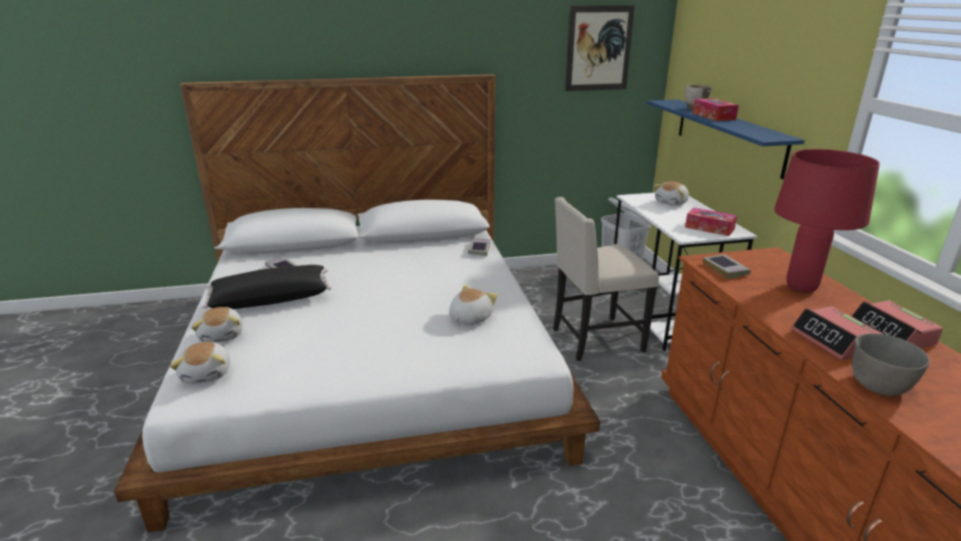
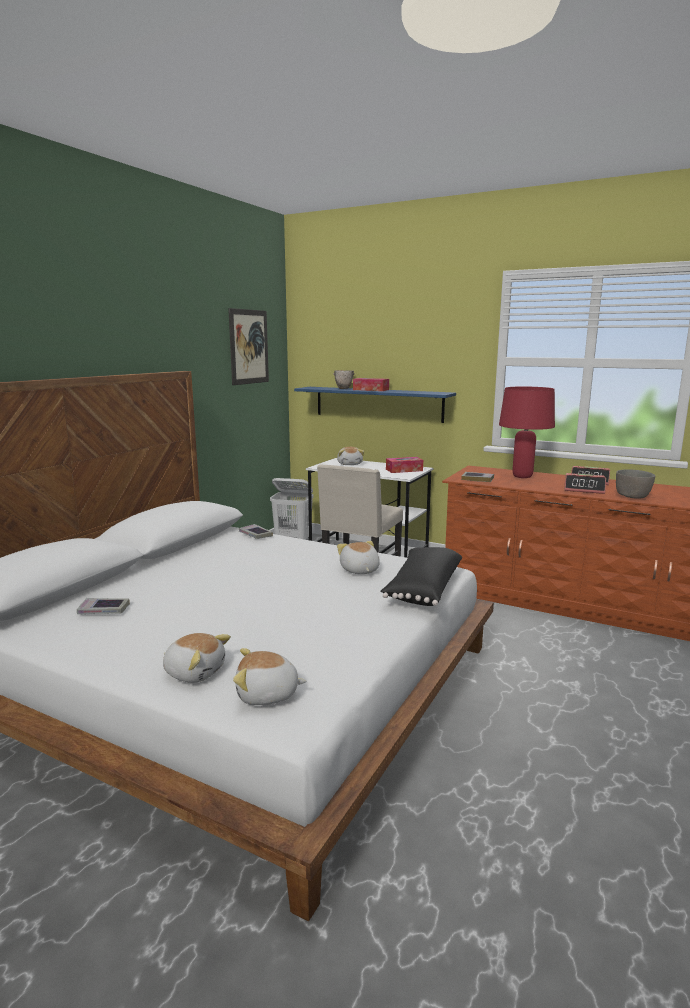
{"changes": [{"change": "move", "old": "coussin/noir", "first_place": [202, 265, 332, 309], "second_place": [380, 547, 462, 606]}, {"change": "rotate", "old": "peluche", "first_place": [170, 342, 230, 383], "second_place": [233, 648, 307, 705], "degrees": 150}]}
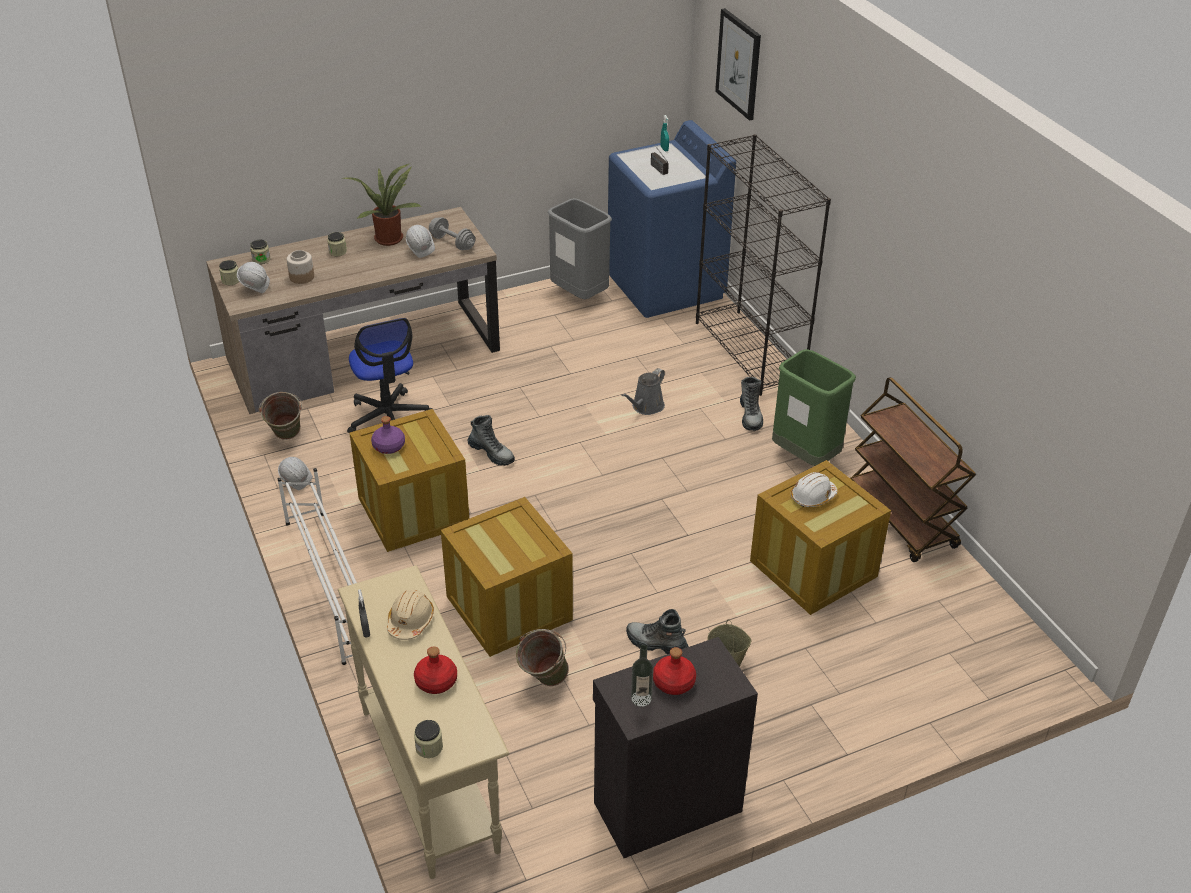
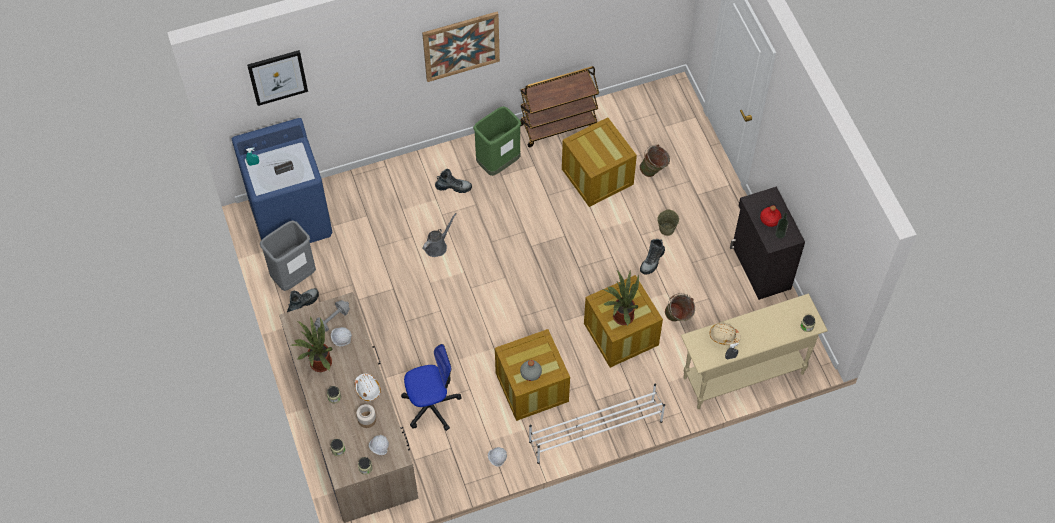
{"changes": [{"change": "delete", "old": "bouteille/rouge", "first_place": [414, 647, 457, 694]}, {"change": "delete", "old": "bibliothèque/noir", "first_place": [696, 134, 831, 396]}, {"change": "insert", "new": "tableau", "second_place": [422, 11, 500, 82]}, {"change": "insert", "new": "plante en pot", "second_place": [603, 270, 639, 326]}, {"change": "move", "old": "seau/vert", "first_place": [259, 392, 302, 440], "second_place": [639, 144, 670, 177]}, {"change": "move", "old": "botte", "first_place": [468, 415, 515, 466], "second_place": [287, 288, 319, 312]}, {"change": "move", "old": "casque de chantier/blanc", "first_place": [791, 472, 837, 507], "second_place": [355, 374, 381, 402]}, {"change": "recolor", "old": "bouteille/violet", "new": "bouteille/gris", "first_place": [371, 416, 405, 454], "second_place": [520, 360, 542, 381]}, {"change": "rotate", "old": "arrosoir/gris", "first_place": [621, 368, 665, 415], "second_place": [422, 213, 457, 257], "degrees": -90}]}
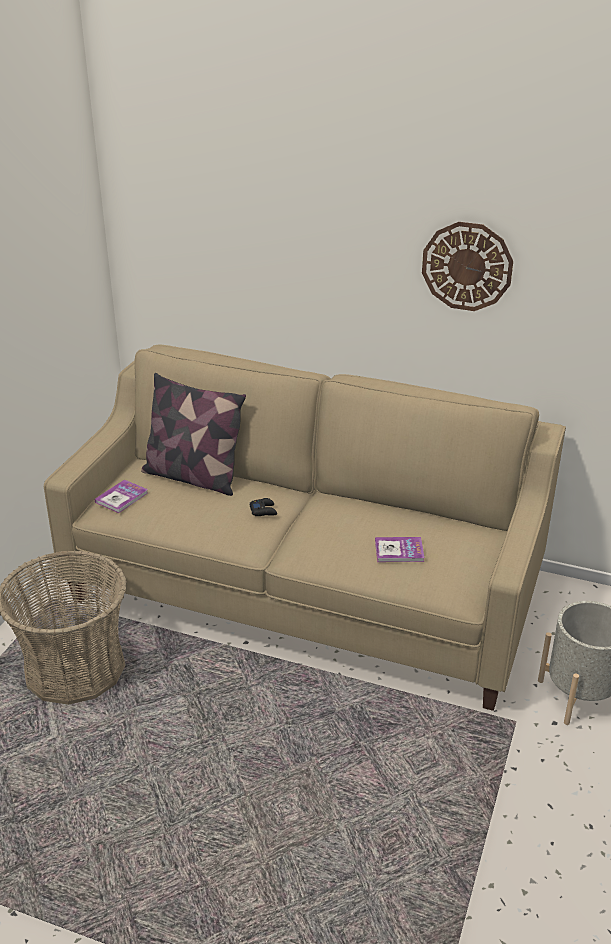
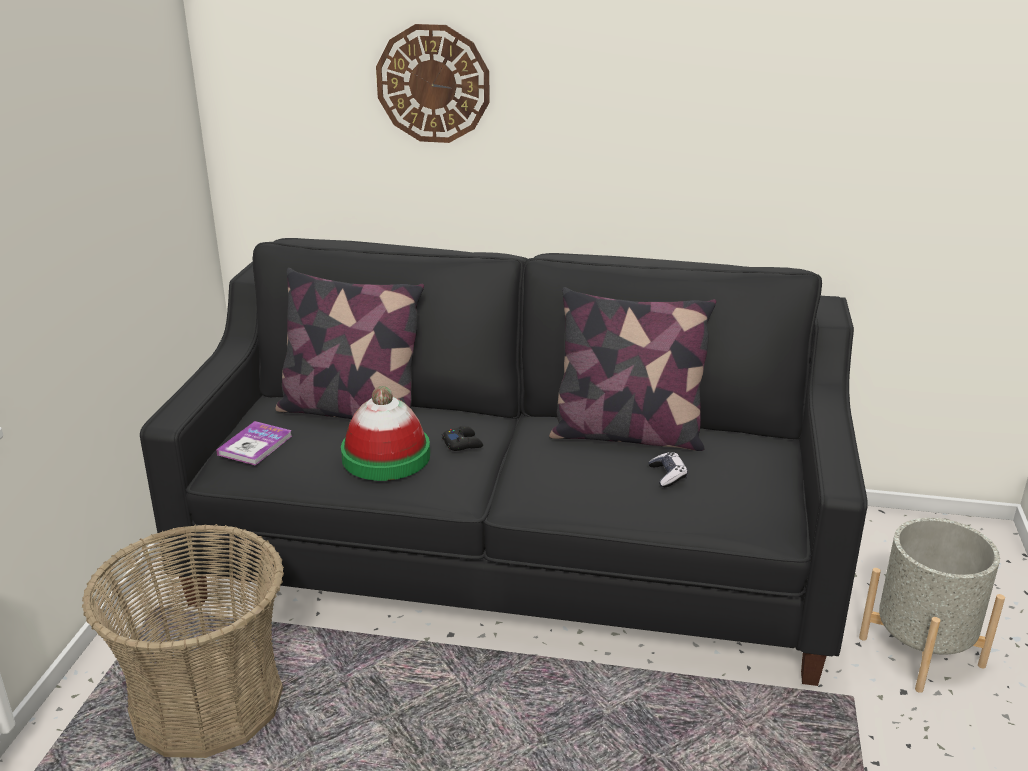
{"changes": [{"change": "insert", "new": "chapeau", "second_place": [341, 386, 430, 481]}, {"change": "insert", "new": "coussin", "second_place": [549, 287, 716, 451]}, {"change": "move", "old": "horloge murale", "first_place": [422, 222, 513, 311], "second_place": [376, 24, 490, 143]}, {"change": "replace", "old": "livre", "new": "manette", "first_place": [375, 537, 425, 562], "second_place": [648, 452, 688, 487]}, {"change": "recolor", "old": "canapé/beige", "new": "canapé/noir", "first_place": [44, 345, 566, 711], "second_place": [140, 238, 868, 686]}]}
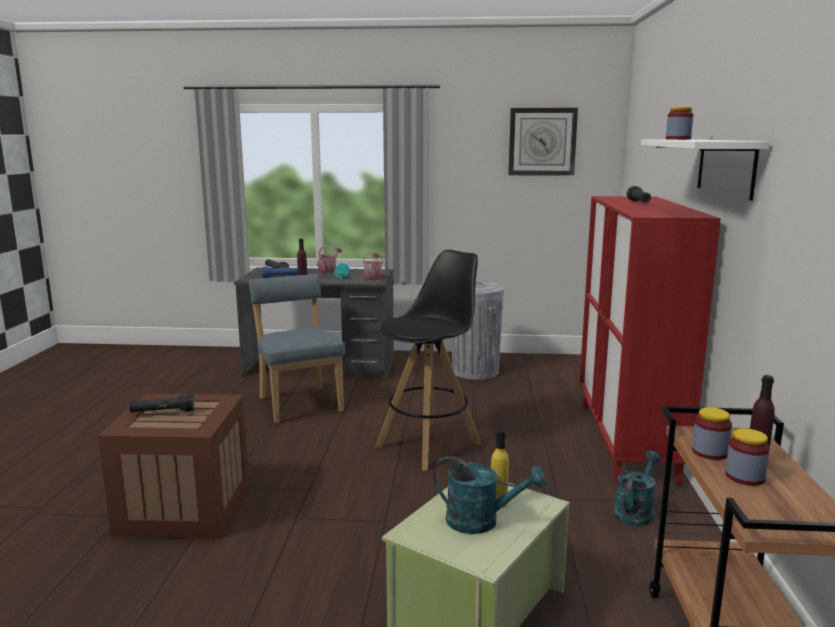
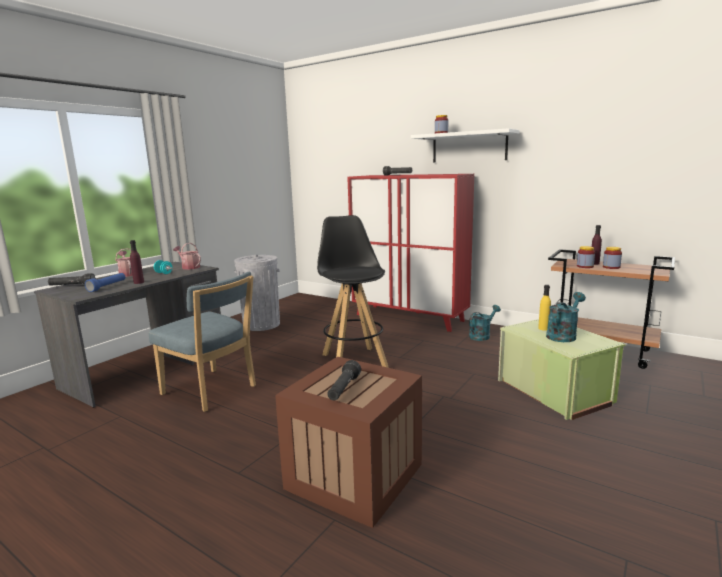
{"changes": [{"change": "delete", "old": "horloge murale", "first_place": [508, 108, 578, 176]}, {"change": "rotate", "old": "chaise/bleu", "first_place": [249, 274, 345, 424], "second_place": [149, 272, 256, 412], "degrees": -150}, {"change": "rotate", "old": "arrosoir/turquoise", "first_place": [614, 451, 661, 527], "second_place": [469, 305, 501, 341], "degrees": 75}]}
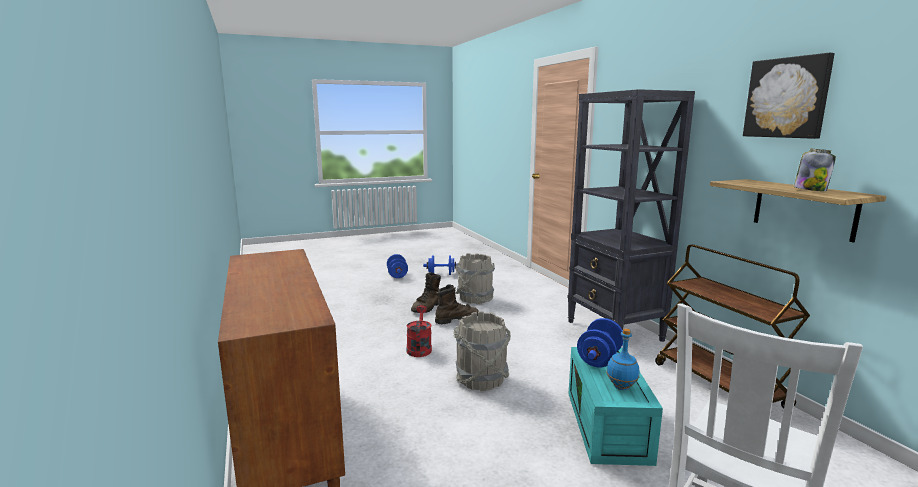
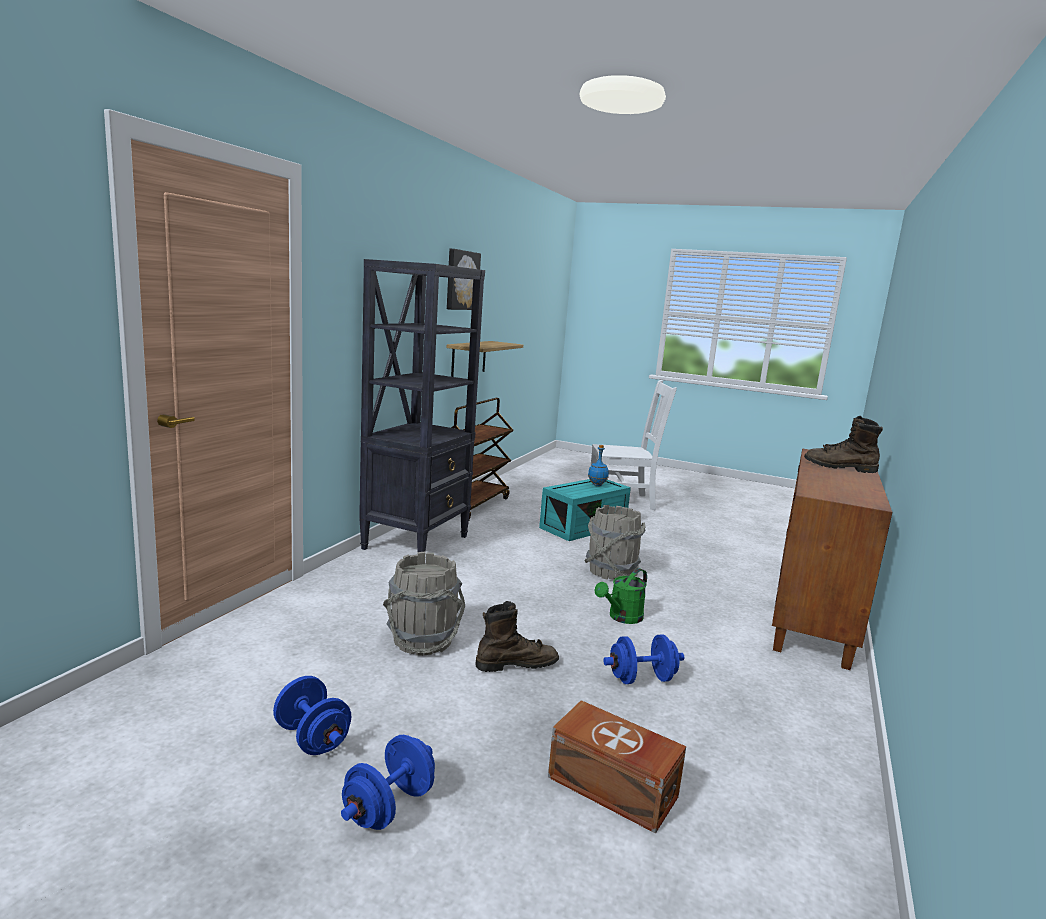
{"changes": [{"change": "delete", "old": "bocal", "first_place": [794, 149, 836, 191]}, {"change": "insert", "new": "boîte de rangement/marron", "second_place": [548, 700, 686, 834]}, {"change": "move", "old": "botte/marron", "first_place": [435, 285, 478, 324], "second_place": [804, 416, 883, 473]}, {"change": "move", "old": "haltère/bleu", "first_place": [577, 318, 623, 367], "second_place": [604, 635, 684, 684]}, {"change": "recolor", "old": "arrosoir/rouge", "new": "arrosoir/vert", "first_place": [406, 305, 432, 357], "second_place": [595, 568, 647, 624]}]}
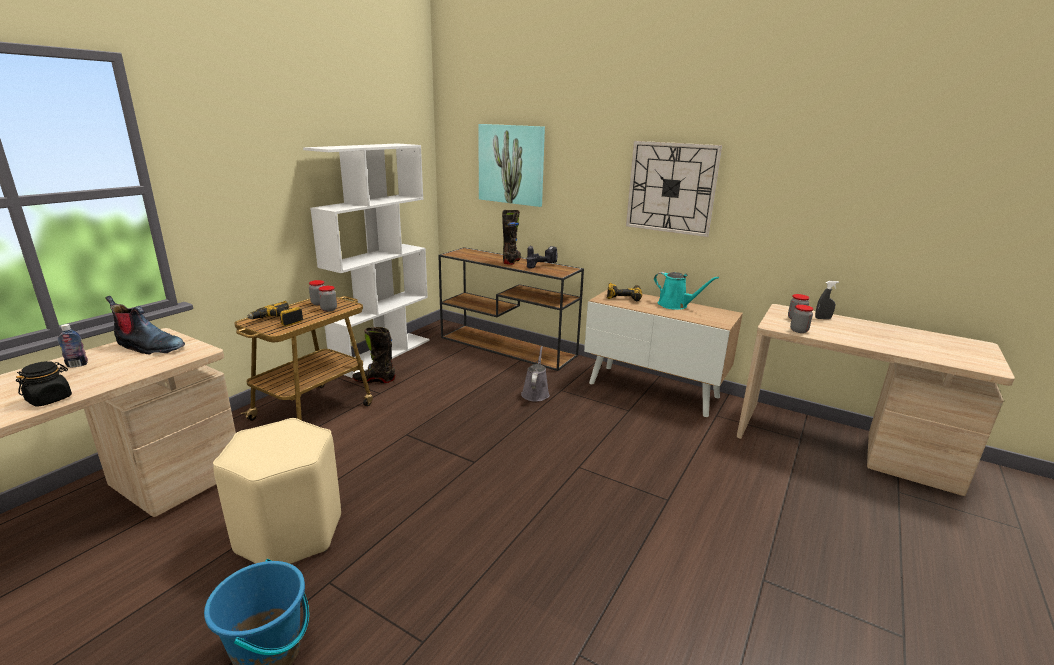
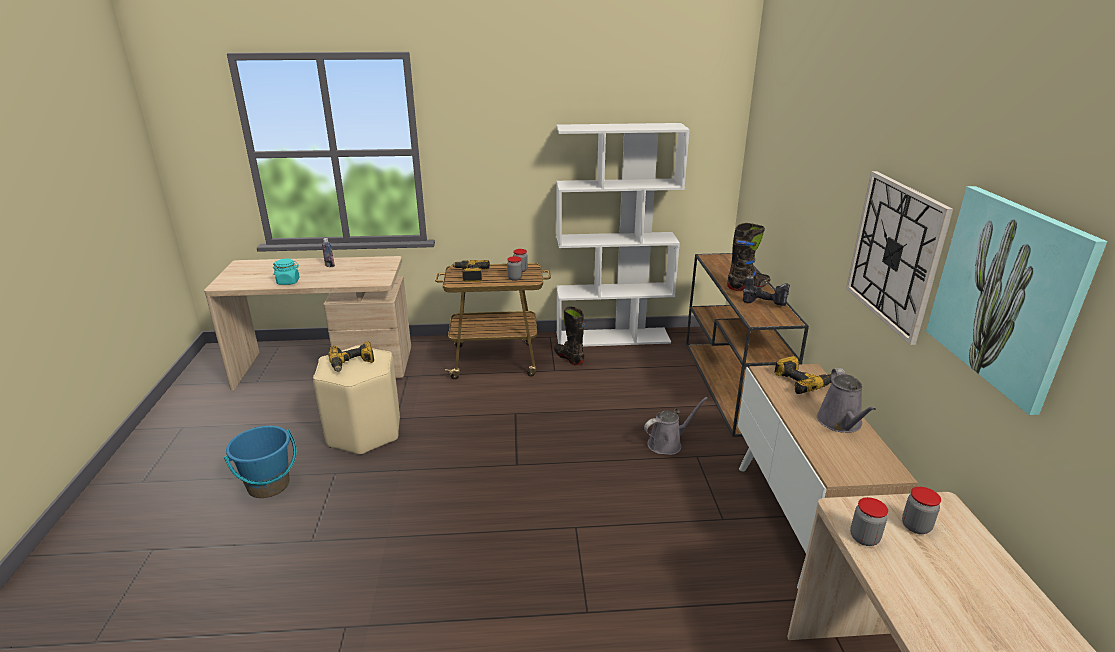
{"changes": [{"change": "delete", "old": "botte", "first_place": [105, 296, 185, 355]}, {"change": "delete", "old": "vaporisateur/gris", "first_place": [815, 281, 839, 319]}, {"change": "insert", "new": "perceuse", "second_place": [328, 341, 374, 372]}, {"change": "move", "old": "tableau", "first_place": [478, 124, 545, 207], "second_place": [926, 186, 1107, 415]}, {"change": "recolor", "old": "bocal/noir", "new": "bocal/turquoise", "first_place": [16, 361, 72, 407], "second_place": [273, 258, 300, 285]}, {"change": "recolor", "old": "arrosoir/turquoise", "new": "arrosoir/gris", "first_place": [654, 272, 719, 310], "second_place": [817, 368, 876, 433]}]}
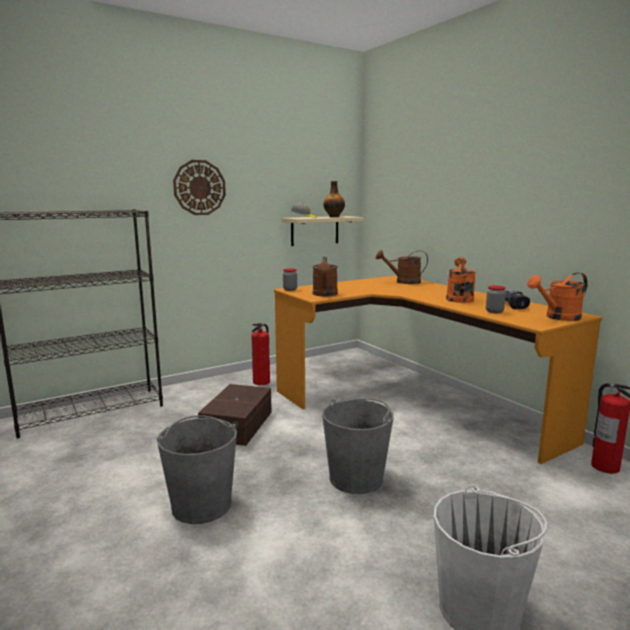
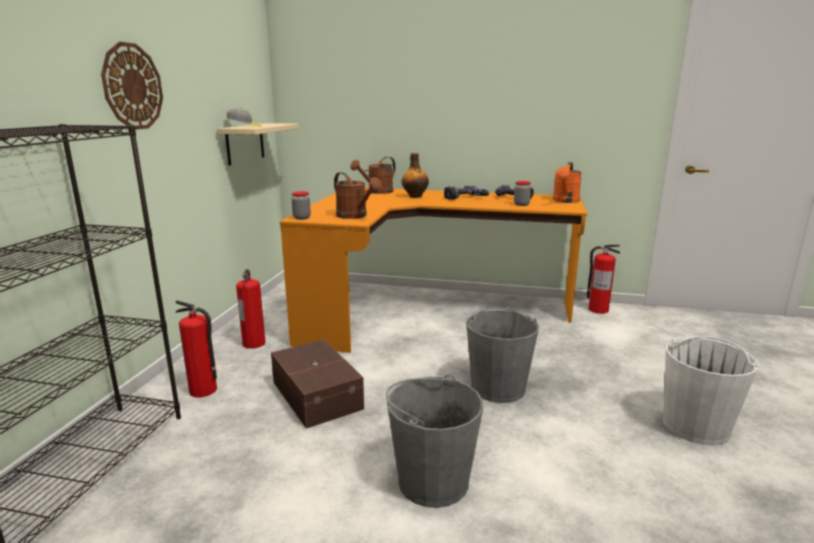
{"changes": [{"change": "insert", "new": "extincteur", "second_place": [176, 300, 217, 397]}, {"change": "move", "old": "bouteille", "first_place": [323, 181, 345, 217], "second_place": [402, 153, 429, 198]}, {"change": "replace", "old": "arrosoir/orange", "new": "perceuse", "first_place": [446, 257, 476, 303], "second_place": [444, 186, 489, 200]}]}
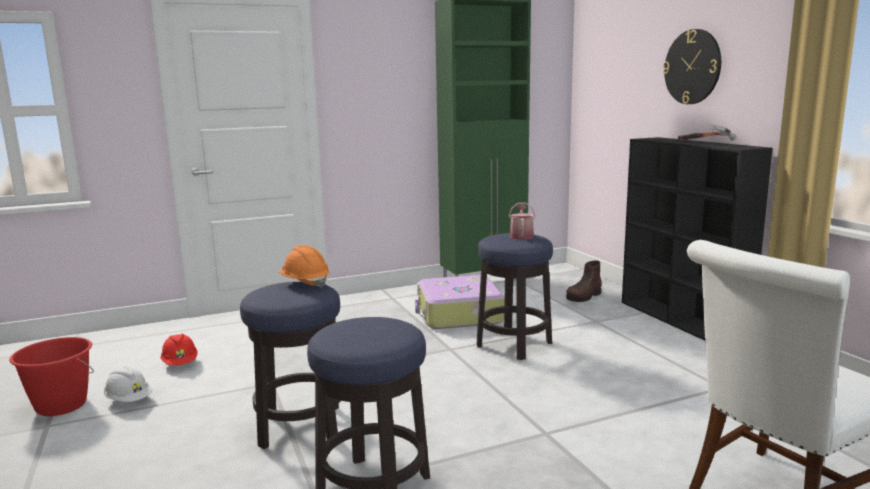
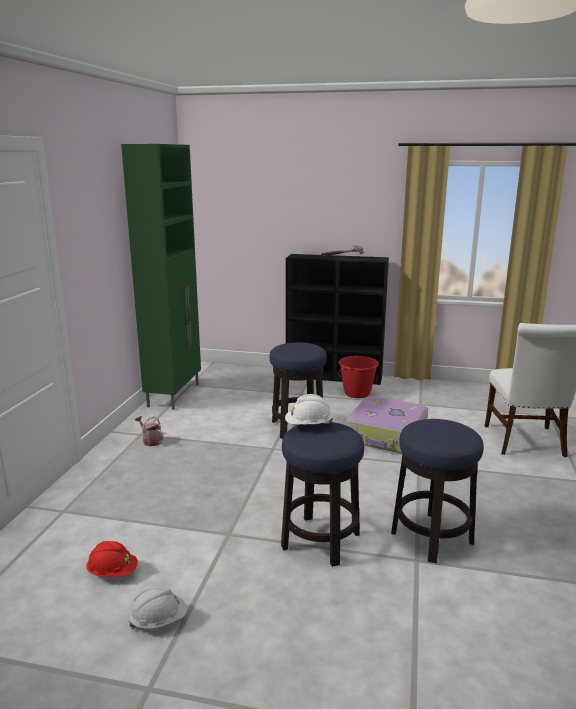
{"changes": [{"change": "delete", "old": "botte/marron", "first_place": [566, 260, 602, 302]}, {"change": "delete", "old": "horloge murale", "first_place": [663, 29, 721, 104]}, {"change": "move", "old": "seau/rouge", "first_place": [9, 337, 94, 416], "second_place": [338, 356, 379, 398]}, {"change": "move", "old": "valise", "first_place": [415, 275, 504, 329], "second_place": [346, 396, 428, 454]}, {"change": "move", "old": "arrosoir", "first_place": [509, 203, 535, 240], "second_place": [135, 416, 164, 446]}, {"change": "recolor", "old": "casque de chantier/orange", "new": "casque de chantier/blanc", "first_place": [278, 245, 329, 288], "second_place": [285, 394, 333, 424]}]}
